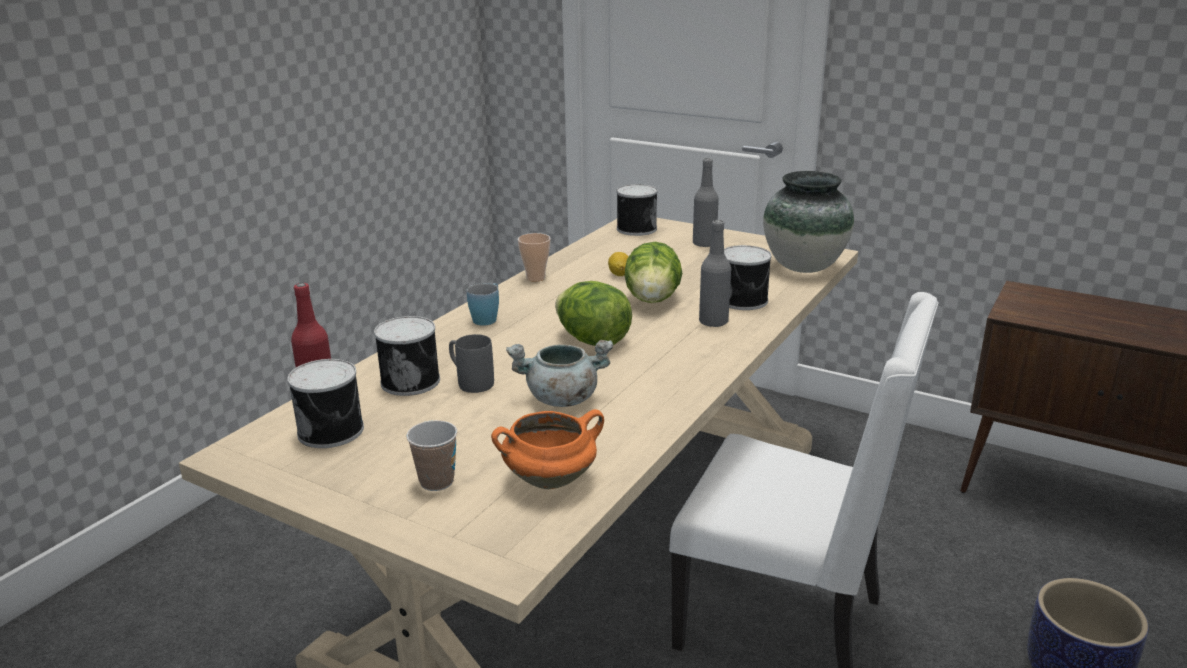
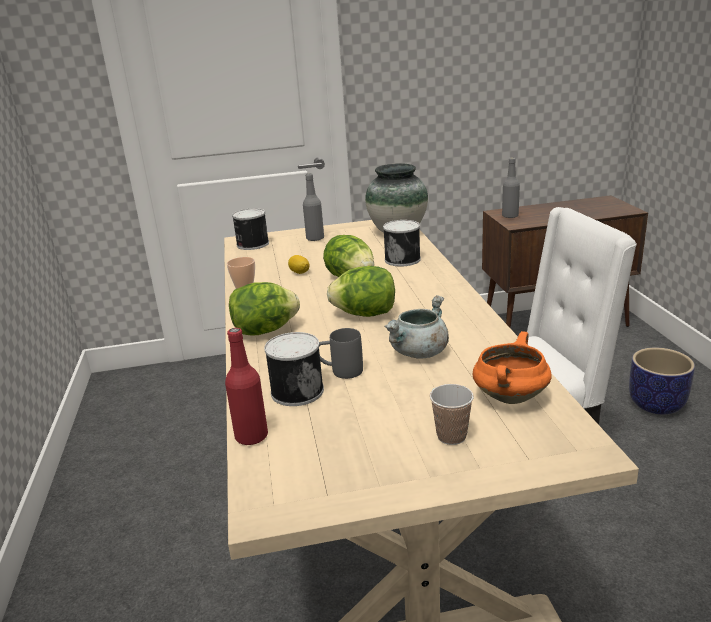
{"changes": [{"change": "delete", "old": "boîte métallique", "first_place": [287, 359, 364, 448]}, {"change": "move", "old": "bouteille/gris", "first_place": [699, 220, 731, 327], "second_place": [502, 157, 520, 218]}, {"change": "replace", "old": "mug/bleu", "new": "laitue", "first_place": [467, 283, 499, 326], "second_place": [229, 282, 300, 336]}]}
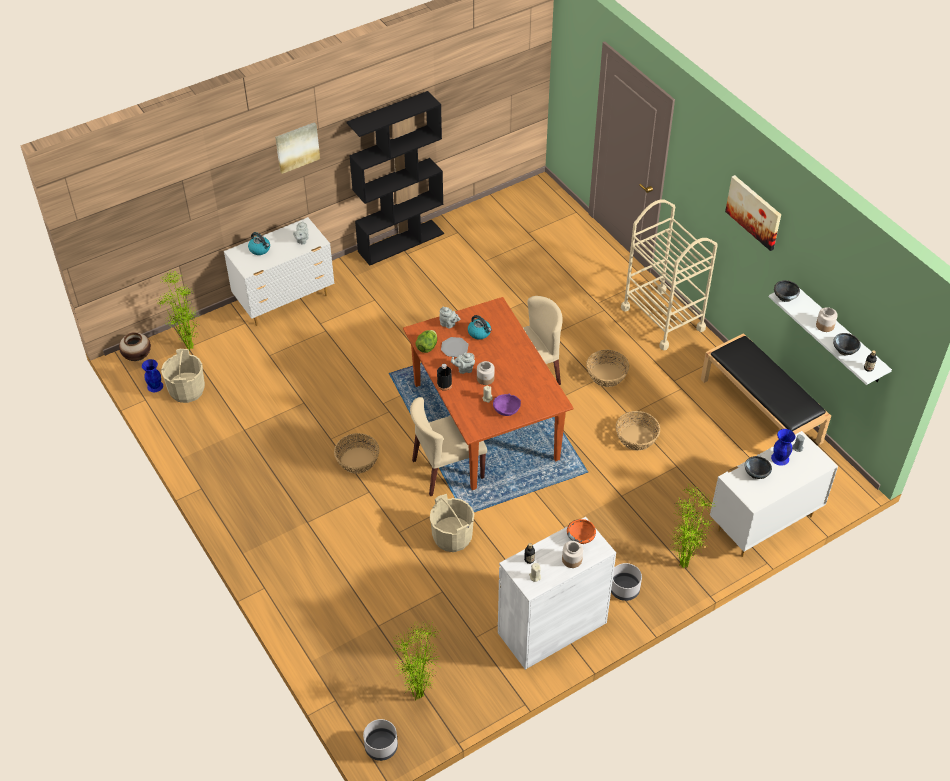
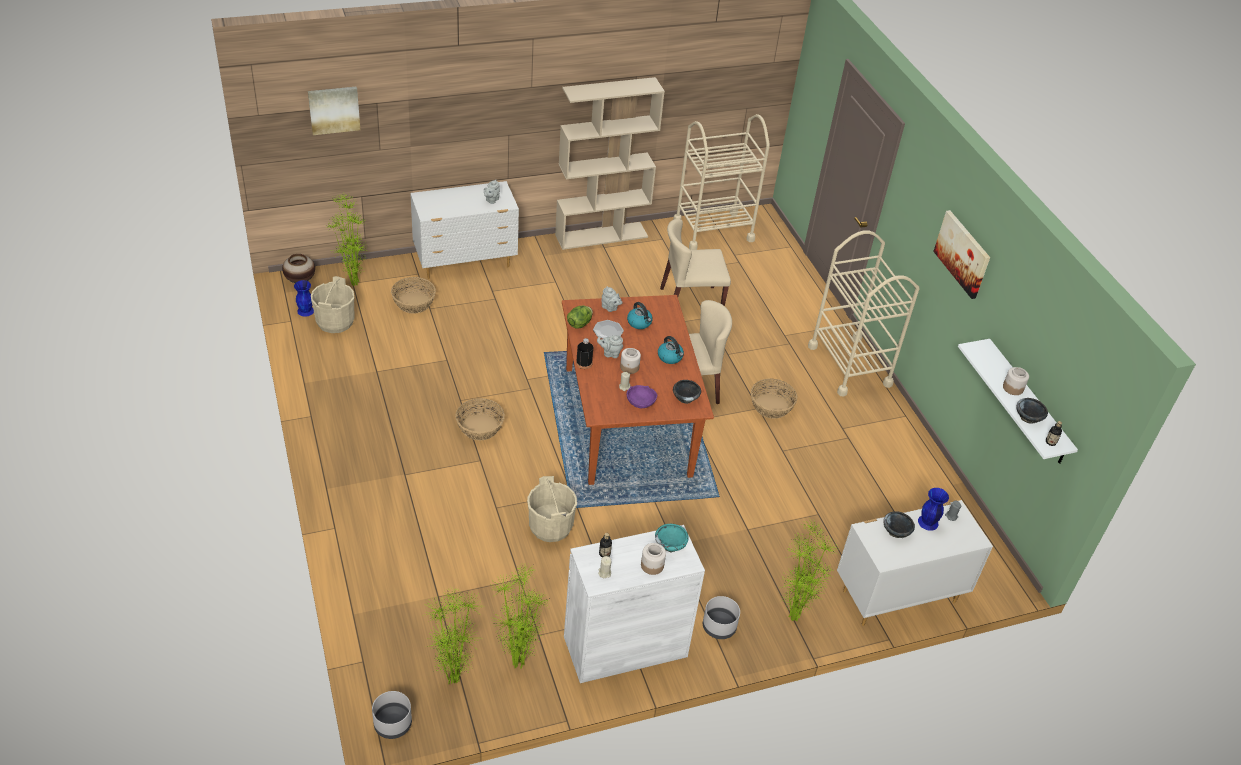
{"changes": [{"change": "delete", "old": "banc/noir", "first_place": [701, 333, 831, 445]}, {"change": "insert", "new": "plante en pot", "second_place": [491, 563, 550, 669]}, {"change": "insert", "new": "chariot/beige", "second_place": [673, 114, 770, 250]}, {"change": "move", "old": "bouilloire", "first_place": [248, 232, 270, 255], "second_place": [658, 336, 684, 364]}, {"change": "move", "old": "tableau", "first_place": [275, 122, 320, 174], "second_place": [308, 87, 360, 135]}, {"change": "move", "old": "chaise/beige", "first_place": [410, 397, 487, 496], "second_place": [660, 219, 731, 306]}, {"change": "move", "old": "panier", "first_place": [616, 411, 660, 451], "second_place": [391, 277, 436, 314]}, {"change": "move", "old": "bol/noir", "first_place": [774, 280, 800, 302], "second_place": [673, 380, 701, 404]}, {"change": "recolor", "old": "bibliothèque/noir", "new": "bibliothèque/beige", "first_place": [346, 91, 444, 266], "second_place": [555, 77, 665, 250]}, {"change": "recolor", "old": "bol/orange", "new": "bol/turquoise", "first_place": [567, 519, 596, 544], "second_place": [655, 524, 688, 553]}]}
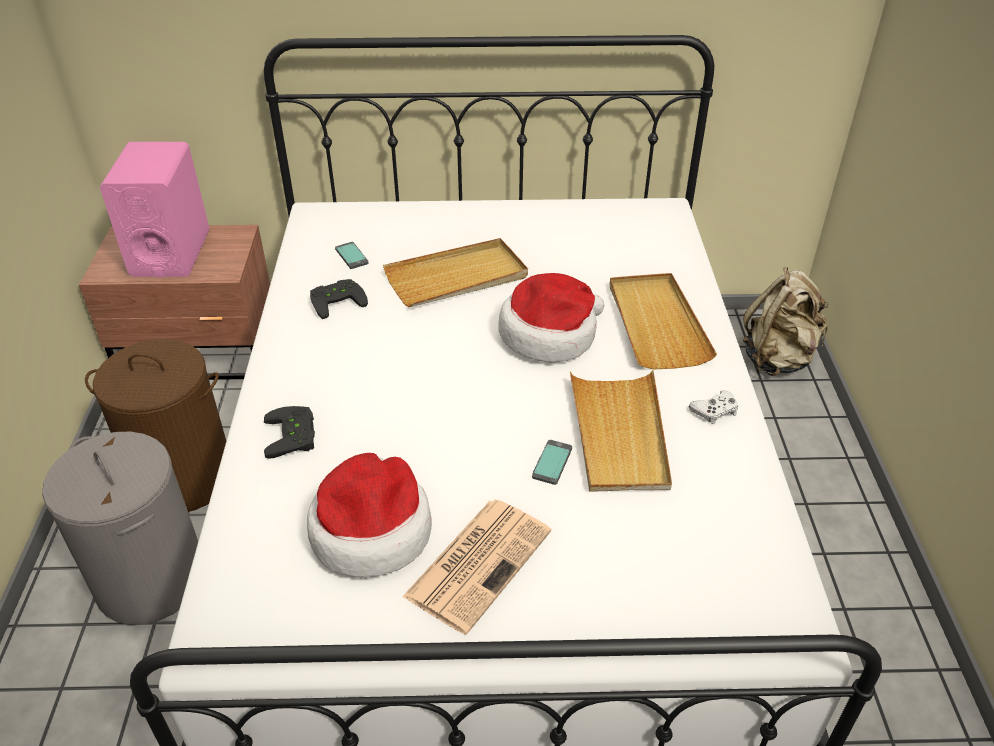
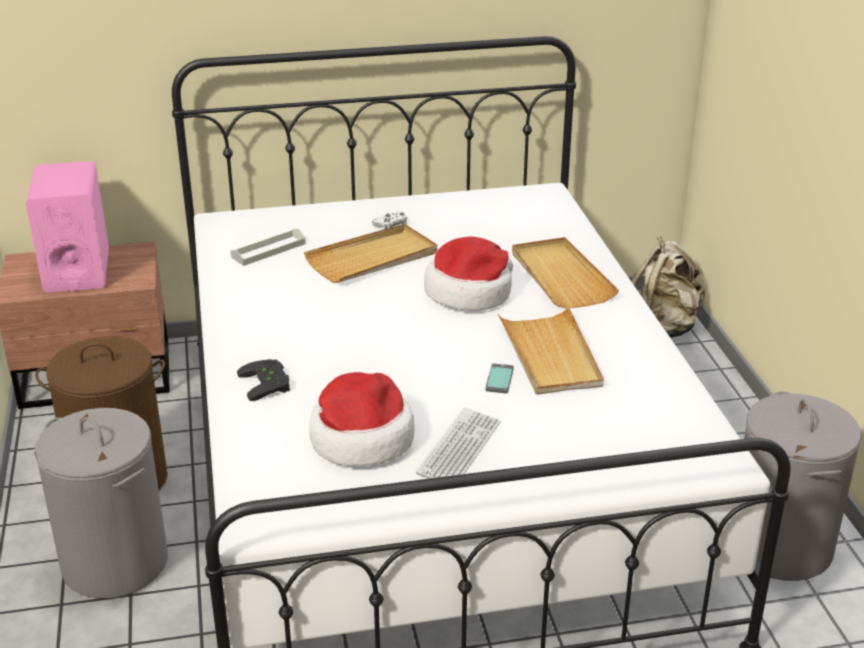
{"changes": [{"change": "delete", "old": "manette/noir", "first_place": [310, 279, 368, 319]}, {"change": "insert", "new": "panier à linge/gris", "second_place": [744, 391, 861, 581]}, {"change": "move", "old": "manette/blanc", "first_place": [689, 390, 738, 424], "second_place": [372, 211, 407, 229]}, {"change": "replace", "old": "téléphone", "new": "plateau/gris", "first_place": [335, 242, 369, 269], "second_place": [231, 229, 306, 266]}, {"change": "replace", "old": "journal", "new": "clavier", "first_place": [402, 500, 551, 635], "second_place": [416, 407, 501, 479]}]}
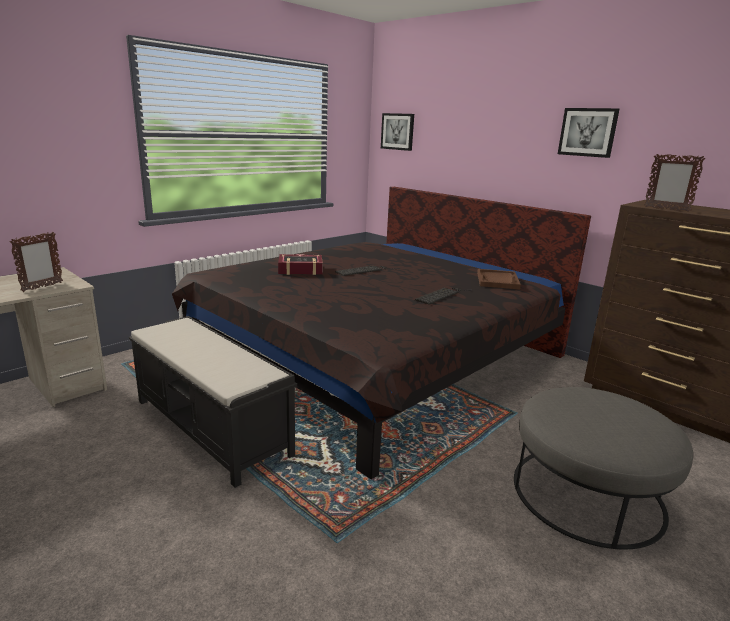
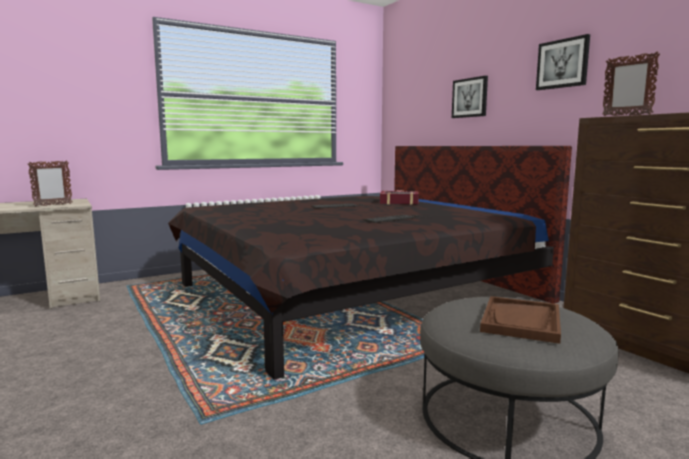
{"changes": [{"change": "delete", "old": "banc/noir", "first_place": [129, 316, 297, 488]}, {"change": "move", "old": "livre", "first_place": [278, 254, 323, 275], "second_place": [380, 190, 419, 205]}, {"change": "move", "old": "tableau", "first_place": [381, 113, 414, 151], "second_place": [452, 76, 488, 118]}, {"change": "move", "old": "plateau/marron", "first_place": [477, 269, 521, 289], "second_place": [480, 296, 561, 344]}]}
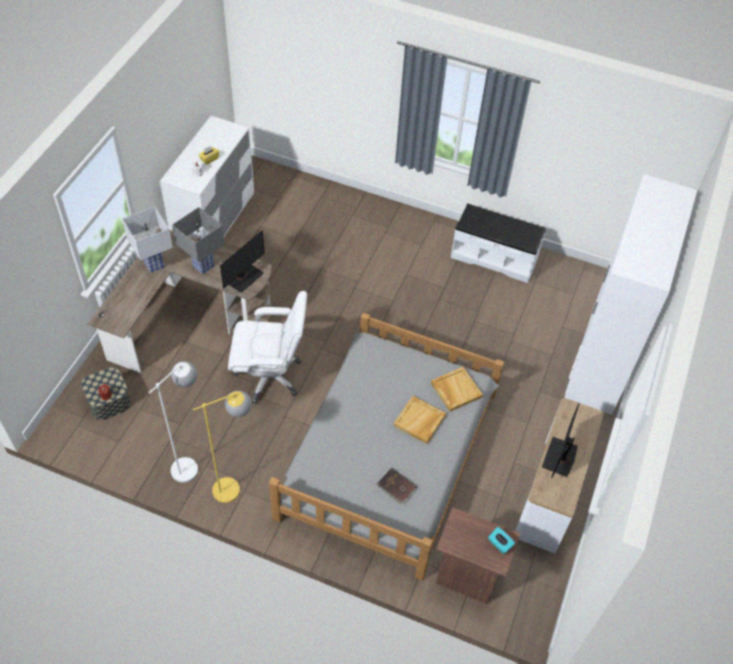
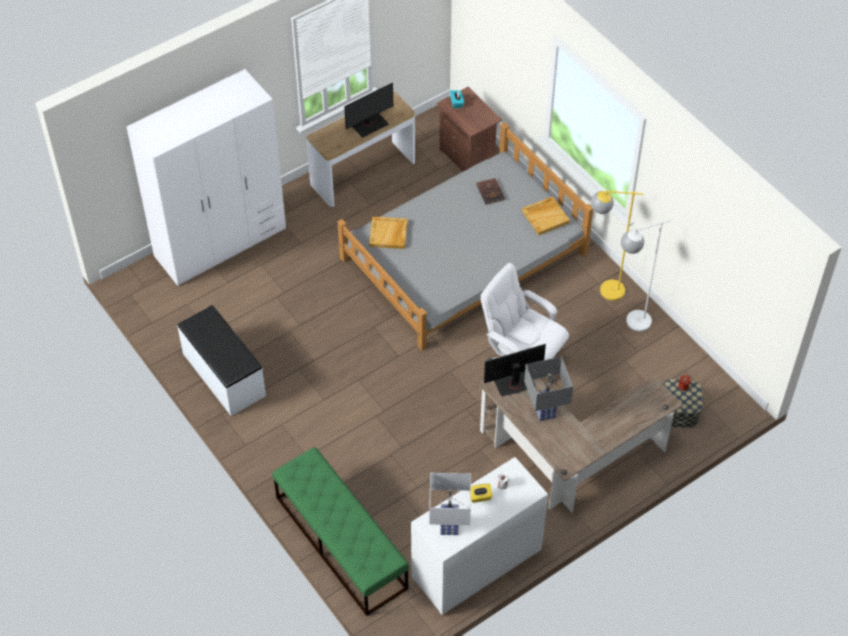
{"changes": [{"change": "insert", "new": "banc/vert", "second_place": [272, 447, 409, 616]}, {"change": "move", "old": "lampe de table/blanc", "first_place": [122, 207, 173, 273], "second_place": [429, 473, 471, 535]}, {"change": "move", "old": "plateau/beige", "first_place": [393, 396, 446, 444], "second_place": [522, 196, 570, 235]}]}
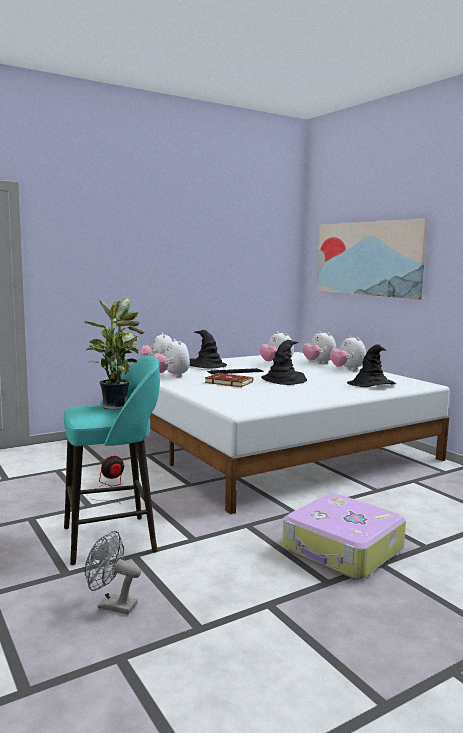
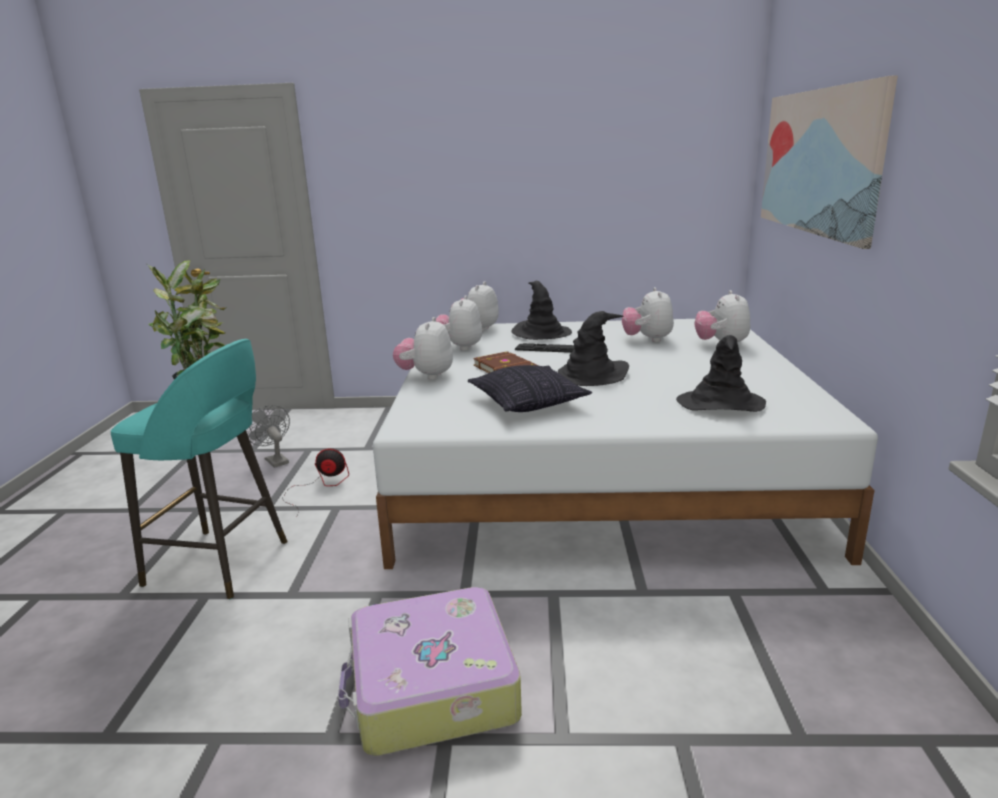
{"changes": [{"change": "insert", "new": "coussin", "second_place": [468, 365, 592, 412]}, {"change": "move", "old": "ventilateur/gris", "first_place": [85, 531, 141, 614], "second_place": [247, 405, 290, 468]}, {"change": "move", "old": "peluche", "first_place": [330, 335, 366, 371], "second_place": [393, 317, 453, 380]}]}
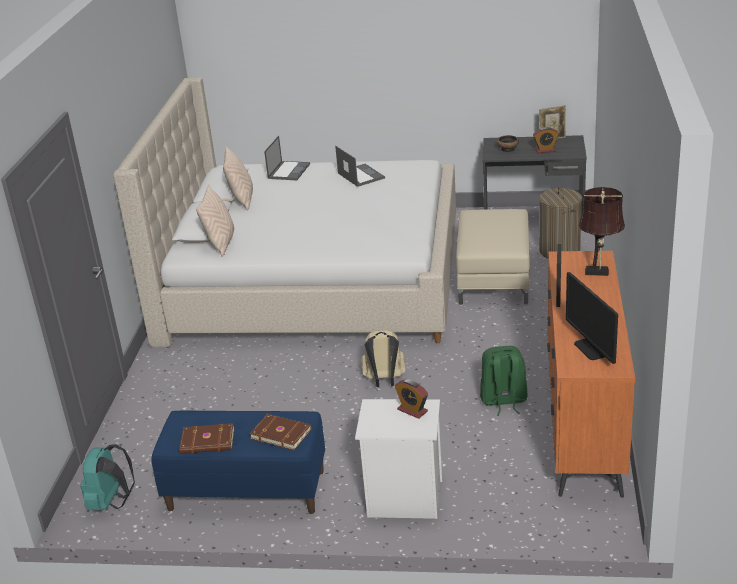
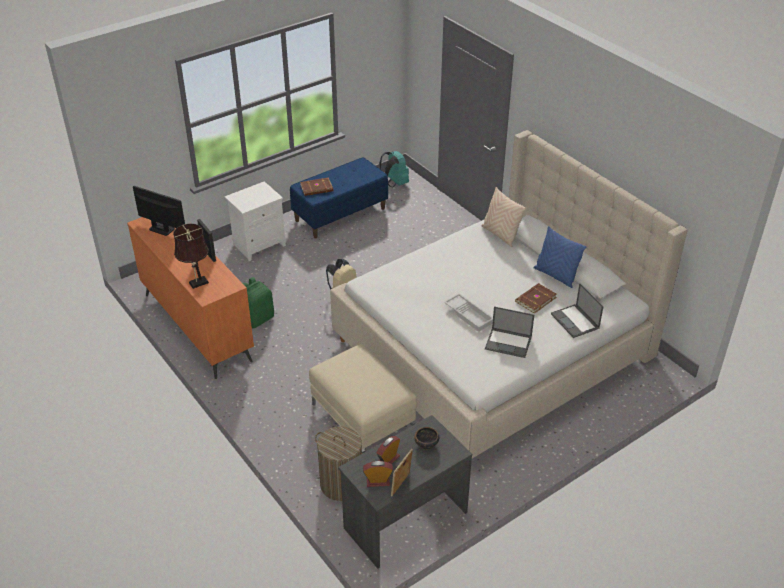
{"changes": [{"change": "insert", "new": "plateau/blanc", "second_place": [444, 293, 493, 332]}, {"change": "move", "old": "livre/marron", "first_place": [179, 423, 234, 454], "second_place": [515, 283, 557, 314]}, {"change": "move", "old": "réveil", "first_place": [395, 379, 428, 419], "second_place": [363, 461, 393, 487]}, {"change": "recolor", "old": "coussin/beige", "new": "coussin/bleu", "first_place": [223, 146, 253, 211], "second_place": [534, 226, 587, 288]}]}
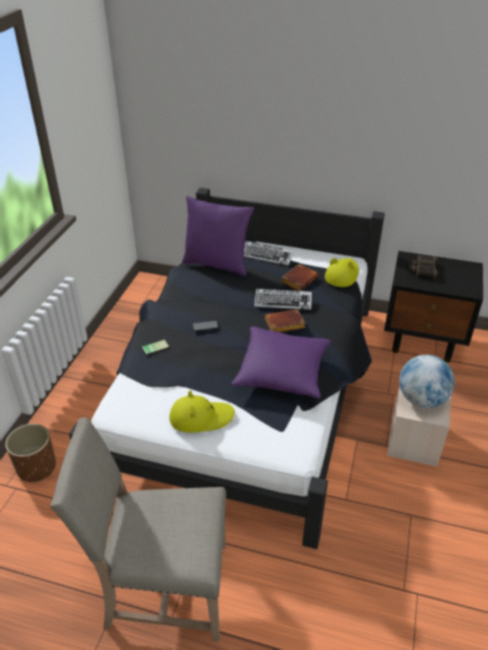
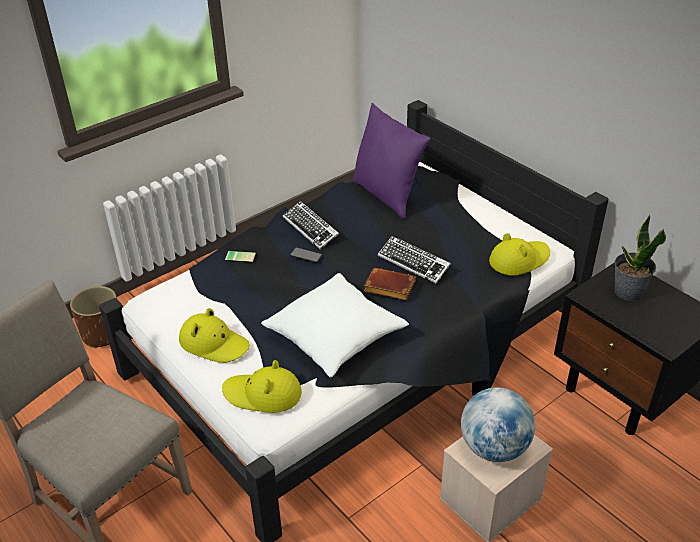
{"changes": [{"change": "delete", "old": "livre/marron", "first_place": [281, 264, 318, 291]}, {"change": "insert", "new": "chapeau/jaune", "second_place": [222, 360, 302, 413]}, {"change": "move", "old": "clavier", "first_place": [244, 241, 294, 266], "second_place": [283, 201, 339, 250]}, {"change": "replace", "old": "jumelles", "new": "plante en pot", "first_place": [409, 255, 437, 279], "second_place": [614, 214, 666, 301]}, {"change": "recolor", "old": "coussin/violet", "new": "coussin/blanc", "first_place": [231, 327, 331, 398], "second_place": [261, 273, 409, 377]}]}
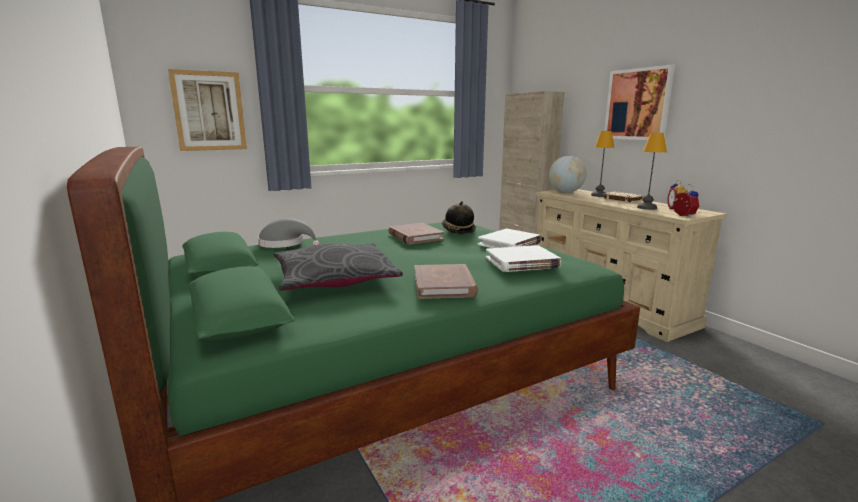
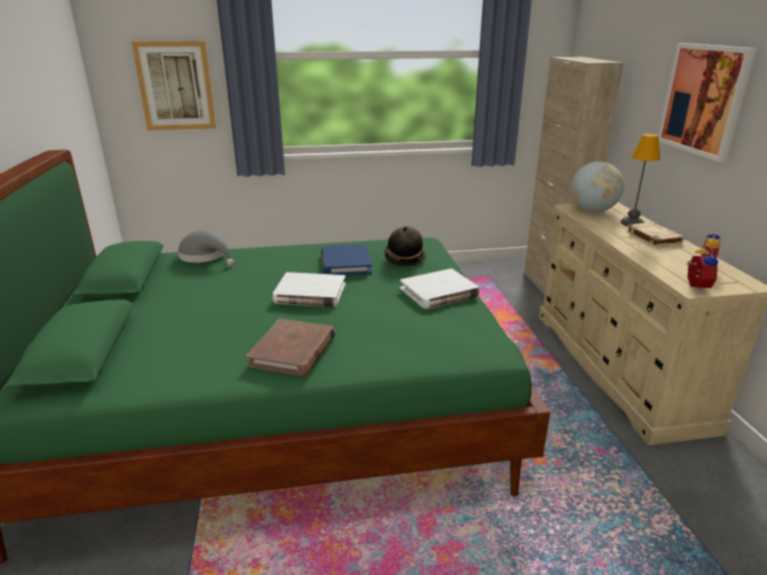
{"changes": [{"change": "delete", "old": "coussin/gris", "first_place": [274, 243, 403, 290]}, {"change": "delete", "old": "lampe de table", "first_place": [637, 133, 667, 210]}, {"change": "move", "old": "livre/blanc", "first_place": [486, 245, 561, 272], "second_place": [273, 272, 346, 307]}, {"change": "recolor", "old": "livre/marron", "new": "livre/bleu", "first_place": [389, 223, 444, 245], "second_place": [321, 244, 372, 275]}]}
